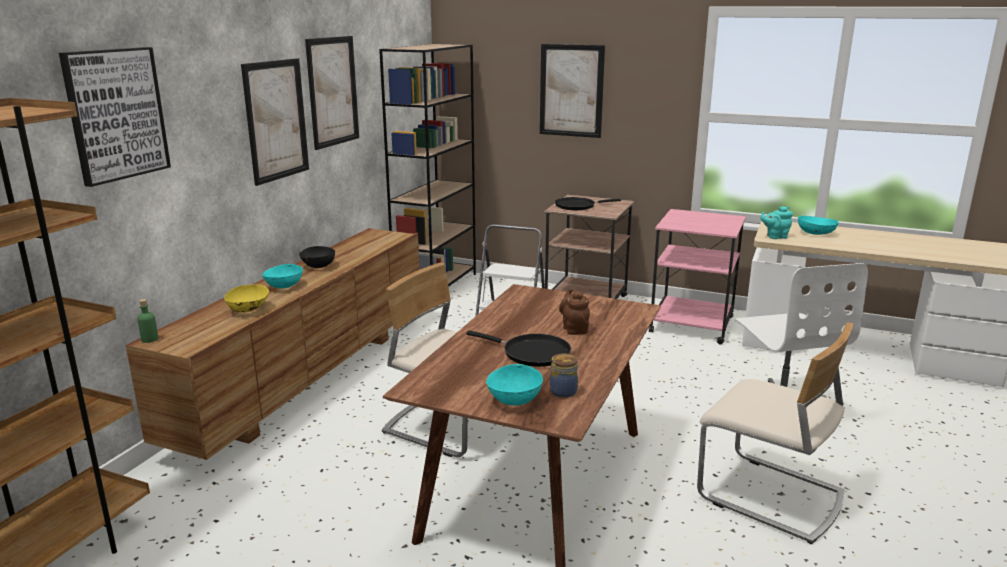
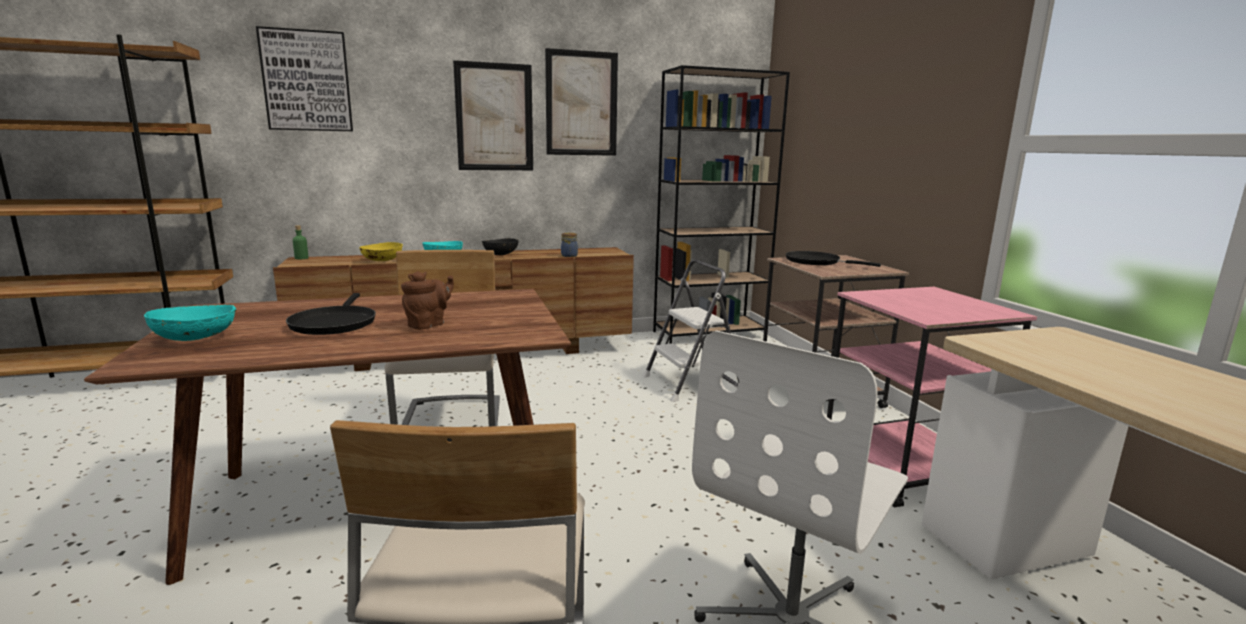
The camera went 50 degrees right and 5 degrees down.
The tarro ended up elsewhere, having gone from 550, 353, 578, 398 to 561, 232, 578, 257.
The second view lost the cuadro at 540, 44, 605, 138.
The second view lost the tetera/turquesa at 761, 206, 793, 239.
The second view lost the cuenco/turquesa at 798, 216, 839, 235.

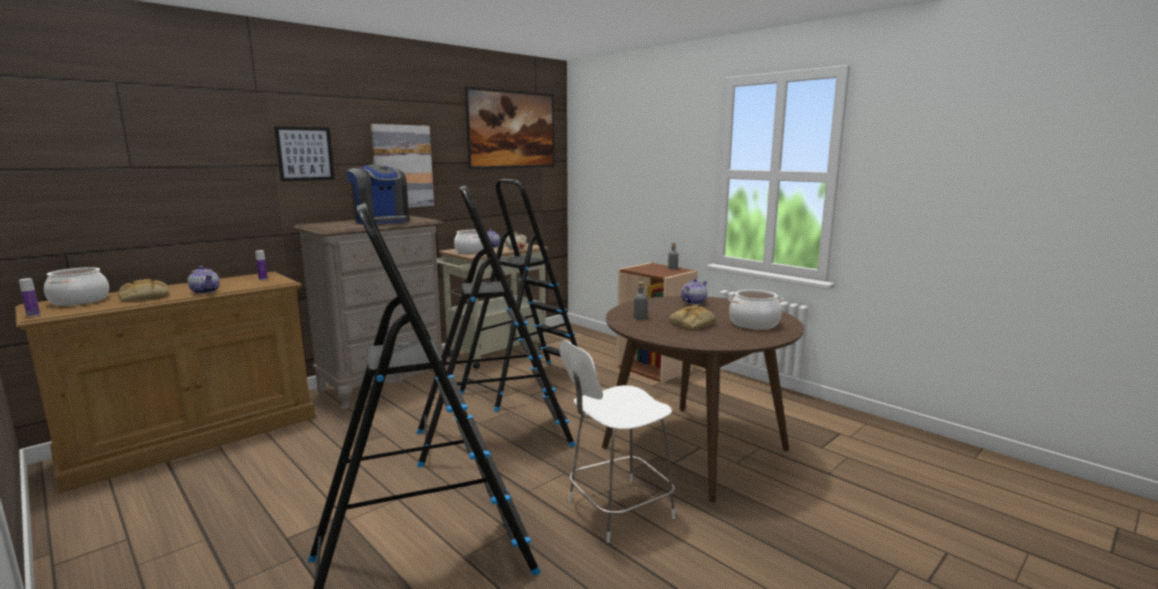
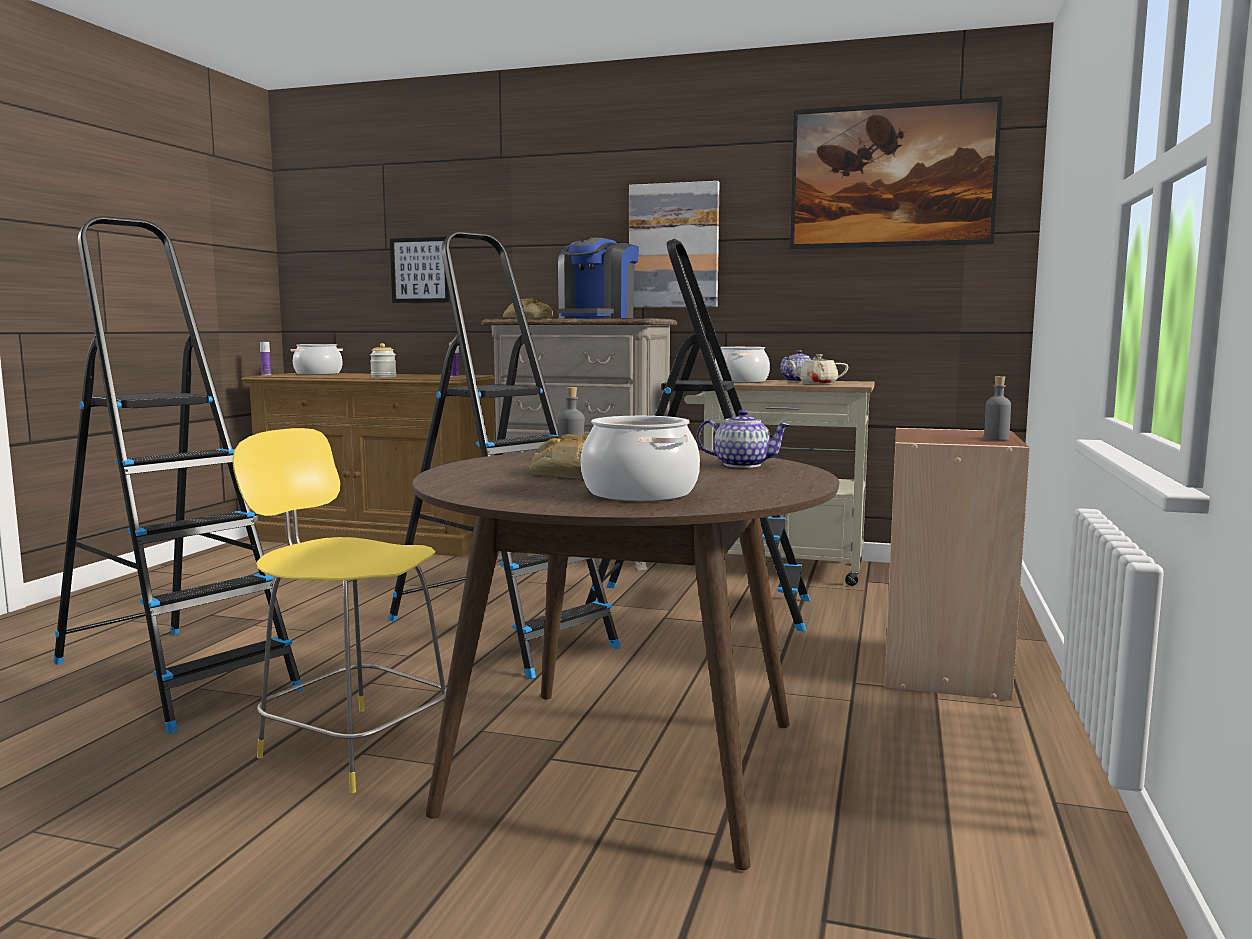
The camera went 60 degrees right and 5 degrees down.
What was the taburete/blanco at 559, 340, 675, 543 turned into the taburete/amarillo at 232, 428, 447, 793.
Where the tetera stood at 188, 266, 220, 294, the tarro came to stand at 370, 343, 396, 378.
The cuadro ended up elsewhere, having gone from 274, 126, 335, 181 to 390, 237, 450, 303.
The pan ended up elsewhere, having gone from 118, 279, 169, 302 to 503, 299, 553, 319.

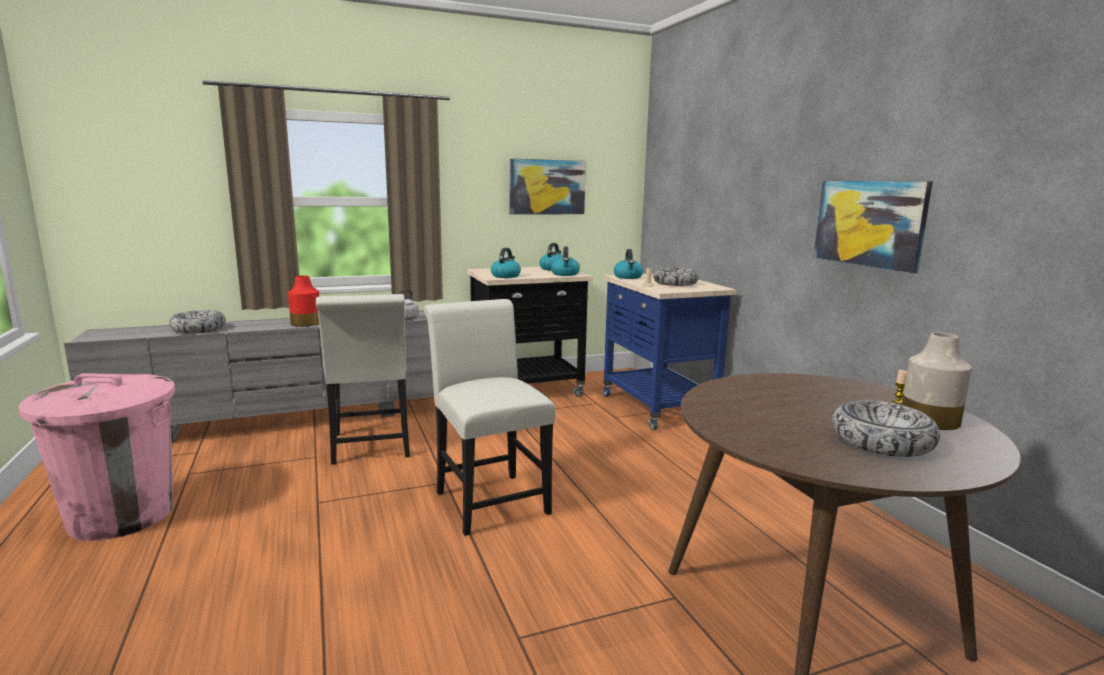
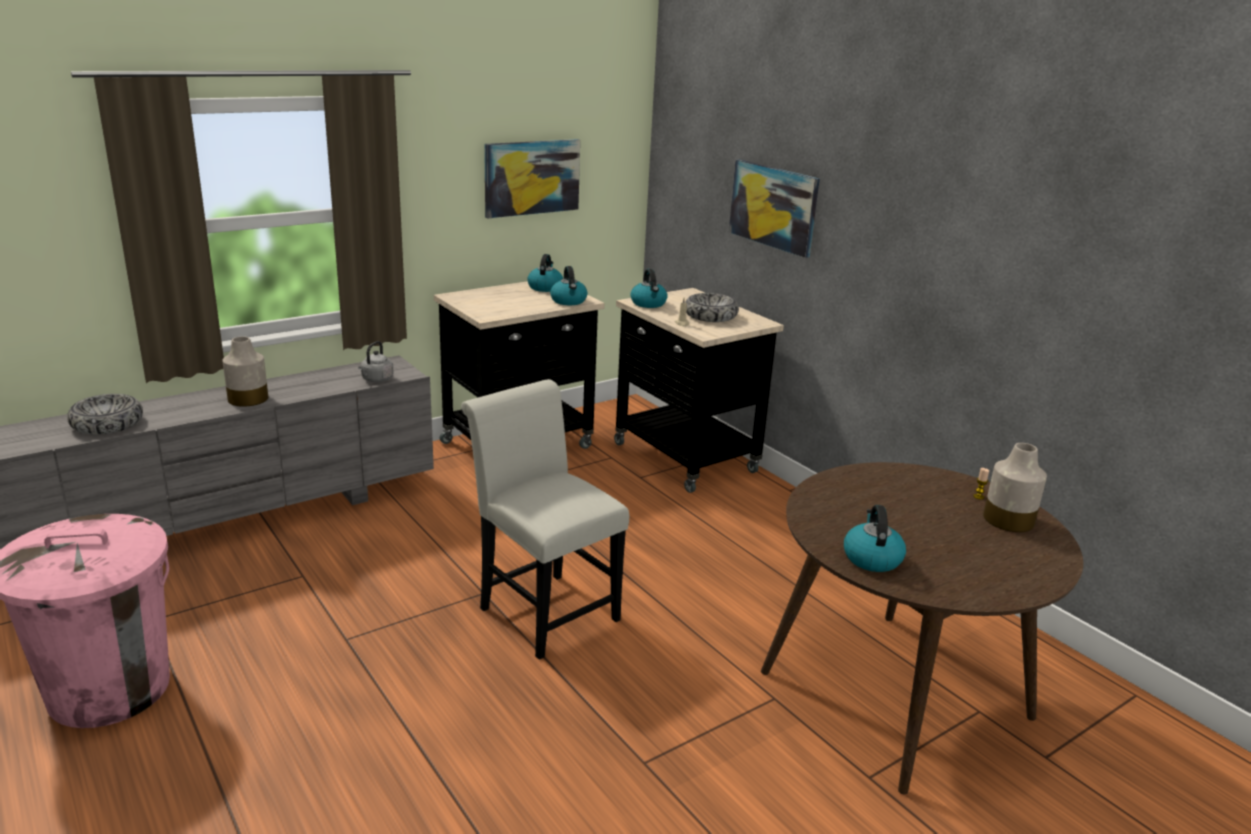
The camera went 15 degrees left and 10 degrees up.
What was the florero/rojo at 288, 276, 319, 327 turned into the florero/beis at 222, 336, 268, 407.
What was the carrito/azul at 603, 273, 737, 430 turned into the carrito/negro at 614, 288, 784, 493.
The cuadro ended up elsewhere, having gone from 813, 181, 933, 273 to 729, 159, 820, 258.
The hervidor ended up elsewhere, having gone from 491, 248, 521, 278 to 844, 505, 906, 572.
The second view lost the silla/blanco at 316, 294, 410, 465.
The second view lost the cuenco at 832, 400, 940, 457.

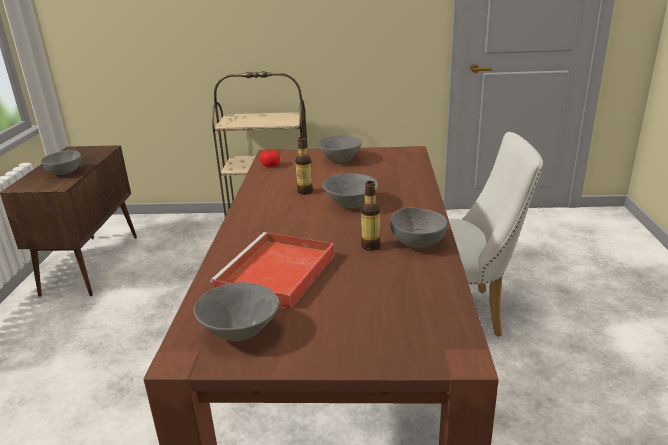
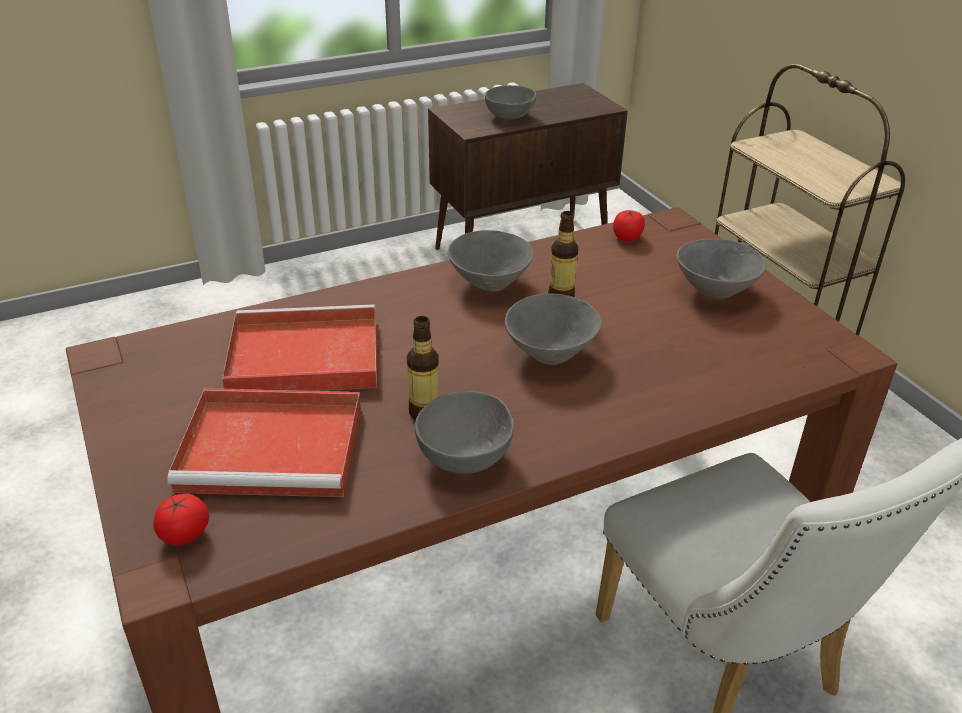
The camera went 60 degrees right and 10 degrees up.
The second view gained the tomate at 153, 493, 209, 545.
The second view gained the bandeja/rojo at 167, 388, 361, 497.
The cuenco/gris ended up elsewhere, having gone from 194, 282, 279, 342 to 448, 230, 533, 291.

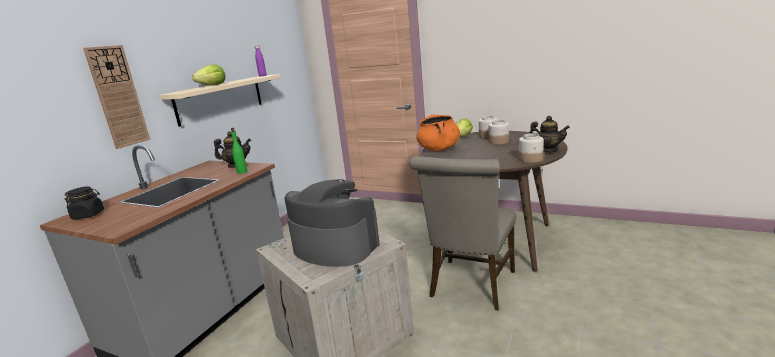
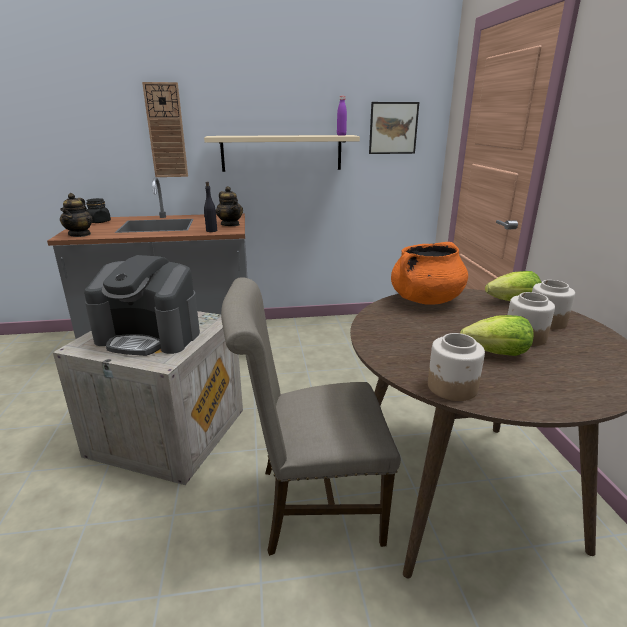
The camera went 55 degrees right and 5 degrees up.
The tetera ended up elsewhere, having gone from 530, 116, 570, 152 to 60, 193, 93, 237.
The cafetera at 285, 179, 380, 267 ended up facing another way, 105 degrees clockwise from before.
What was the botella/verde at 231, 128, 248, 174 turned into the botella/negro at 204, 182, 217, 232.
The second view gained the cuadro at 369, 102, 419, 154.
The lechuga ended up elsewhere, having gone from 192, 64, 225, 85 to 460, 315, 534, 356.

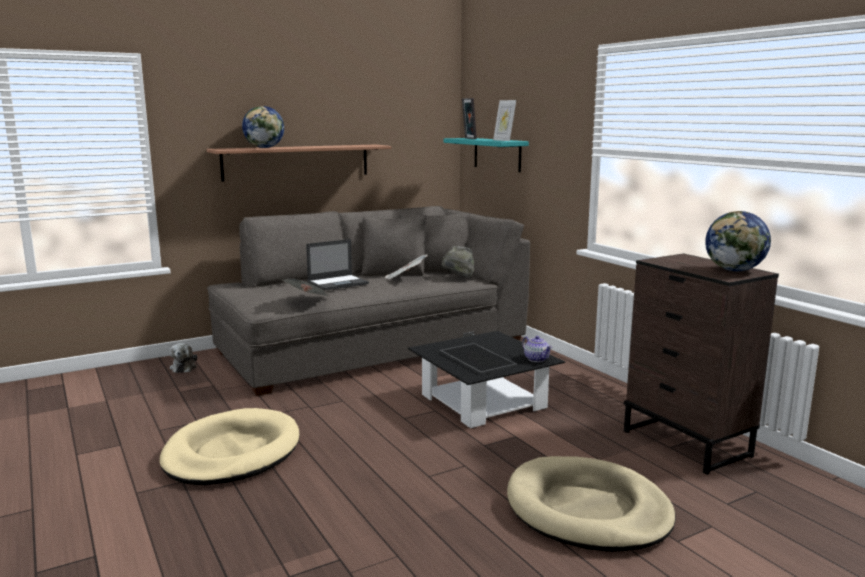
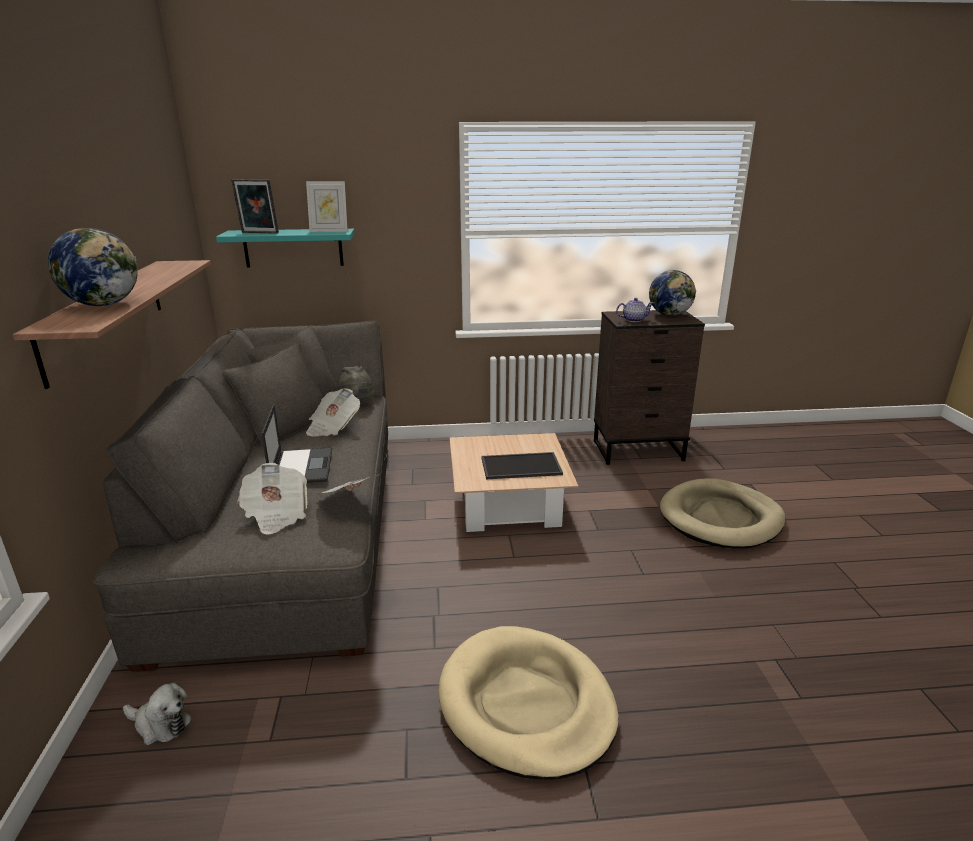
The camera went 65 degrees left and 10 degrees up.
The second view gained the periódico at 237, 463, 307, 535.
What was the mesa de centro/negro at 408, 331, 565, 428 turned into the mesa de centro/beis at 450, 433, 578, 532.
The tetera ended up elsewhere, having gone from 522, 336, 552, 362 to 616, 298, 653, 322.

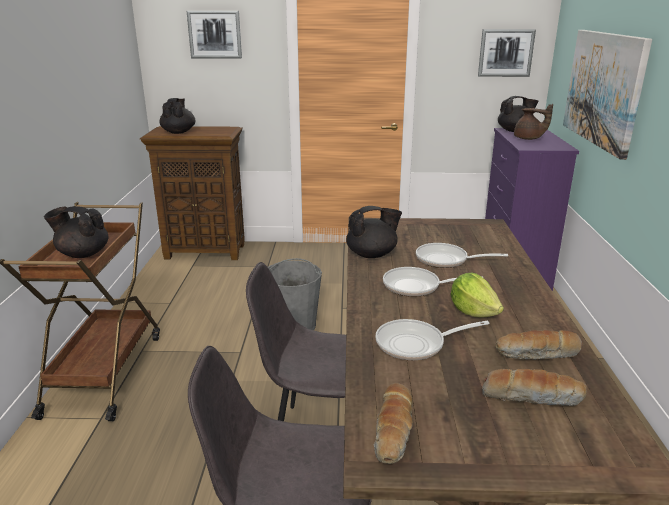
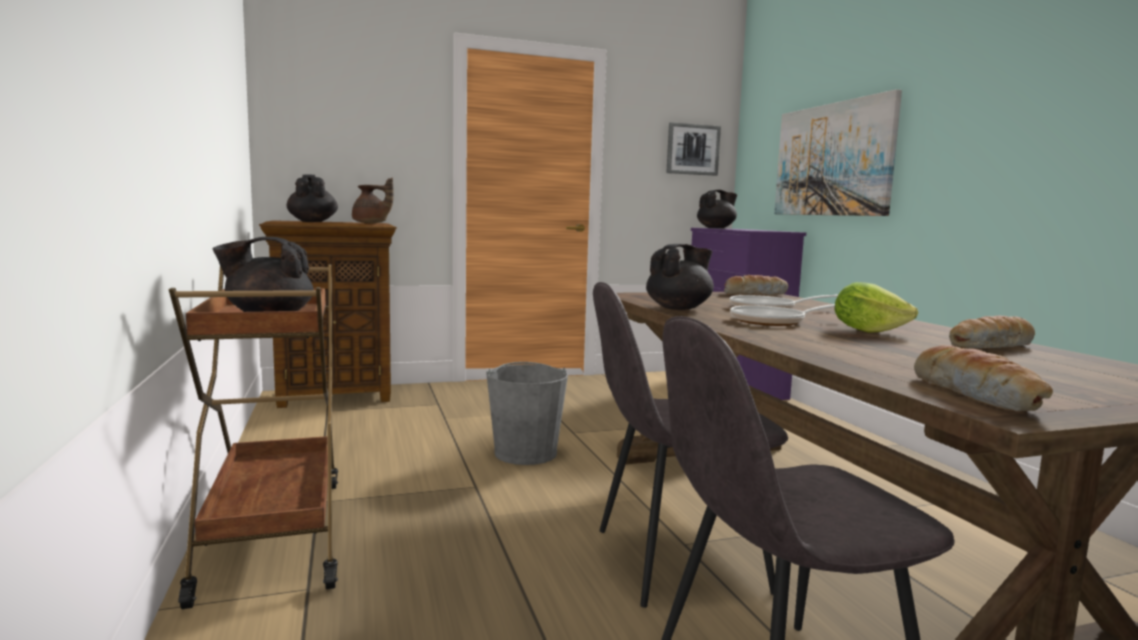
The camera went 20 degrees left and 15 degrees down.
The tetera/marrón ended up elsewhere, having gone from 514, 104, 553, 140 to 352, 178, 394, 223.
The pan ended up elsewhere, having gone from 482, 369, 587, 406 to 724, 275, 788, 295.
The second view lost the cuadro at 187, 11, 242, 59.
The second view lost the sartén at 376, 319, 489, 360.

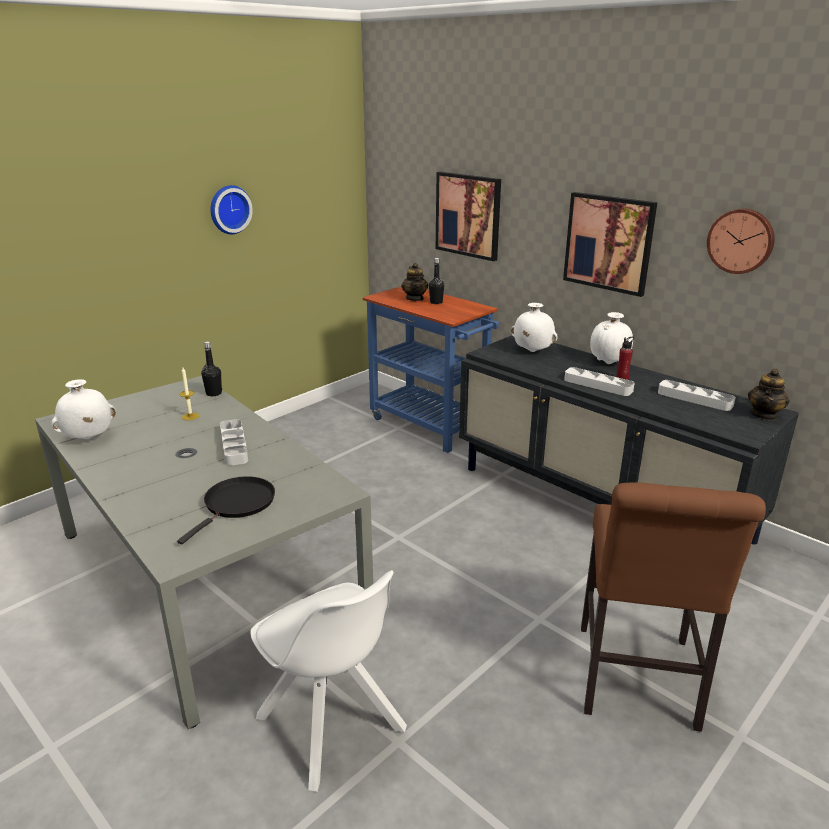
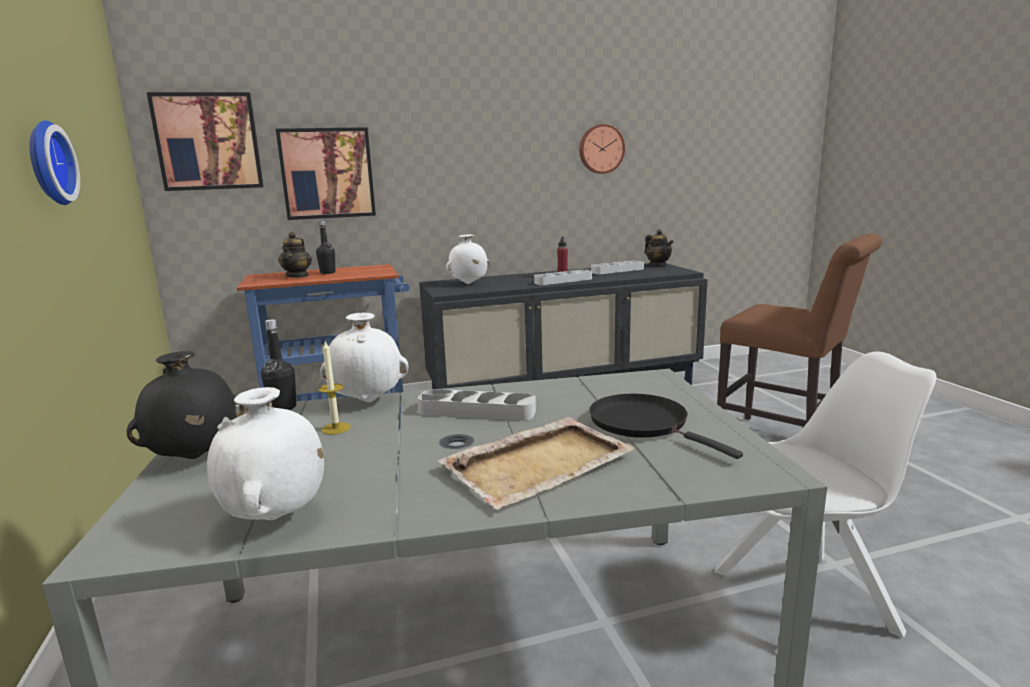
The camera went 60 degrees left and 10 degrees down.
The second view gained the florero/negro at 126, 351, 245, 459.
The cuadro ended up elsewhere, having gone from 563, 192, 657, 297 to 147, 92, 264, 191.
The tetera at 401, 263, 428, 301 ended up facing another way, 75 degrees clockwise from before.
The florero/blanco ended up elsewhere, having gone from 590, 312, 633, 364 to 320, 313, 409, 402.
The second view gained the bandeja/beis at 438, 417, 636, 509.

